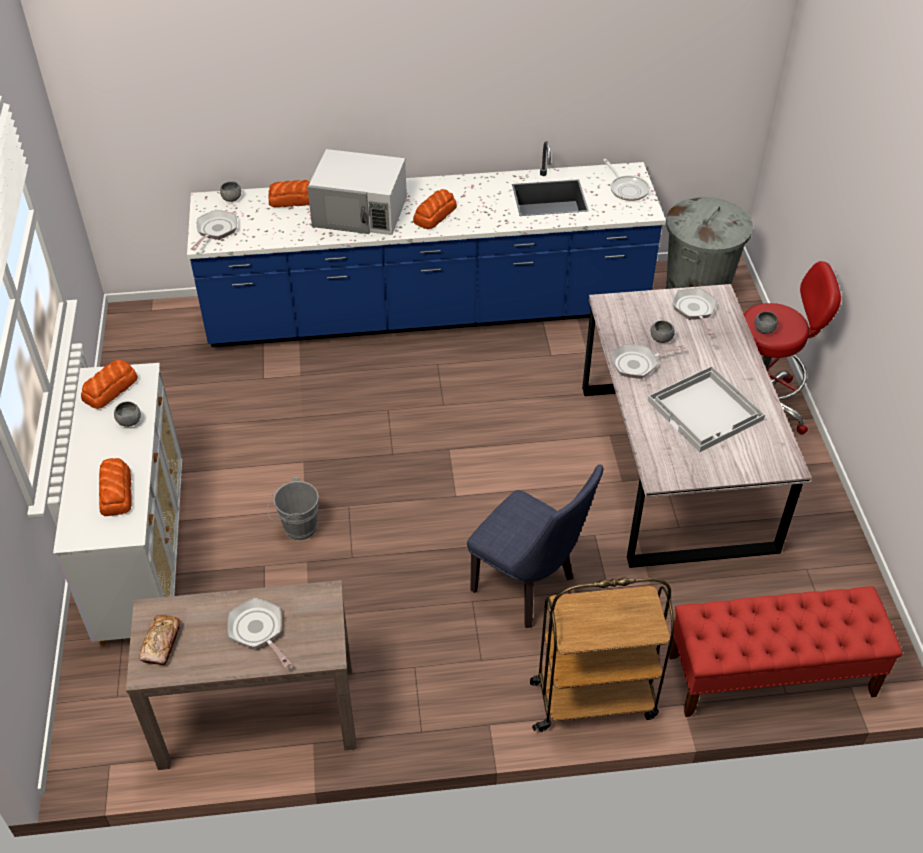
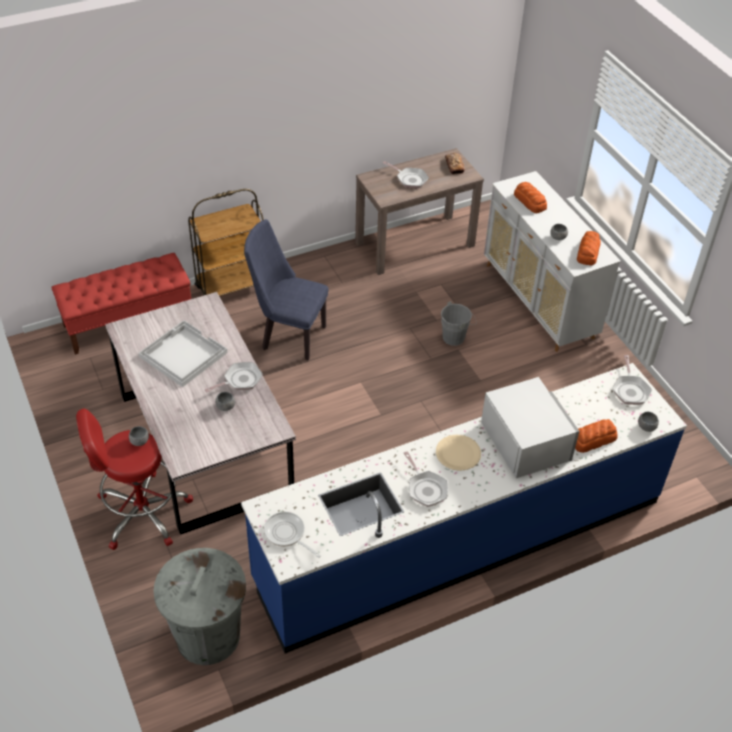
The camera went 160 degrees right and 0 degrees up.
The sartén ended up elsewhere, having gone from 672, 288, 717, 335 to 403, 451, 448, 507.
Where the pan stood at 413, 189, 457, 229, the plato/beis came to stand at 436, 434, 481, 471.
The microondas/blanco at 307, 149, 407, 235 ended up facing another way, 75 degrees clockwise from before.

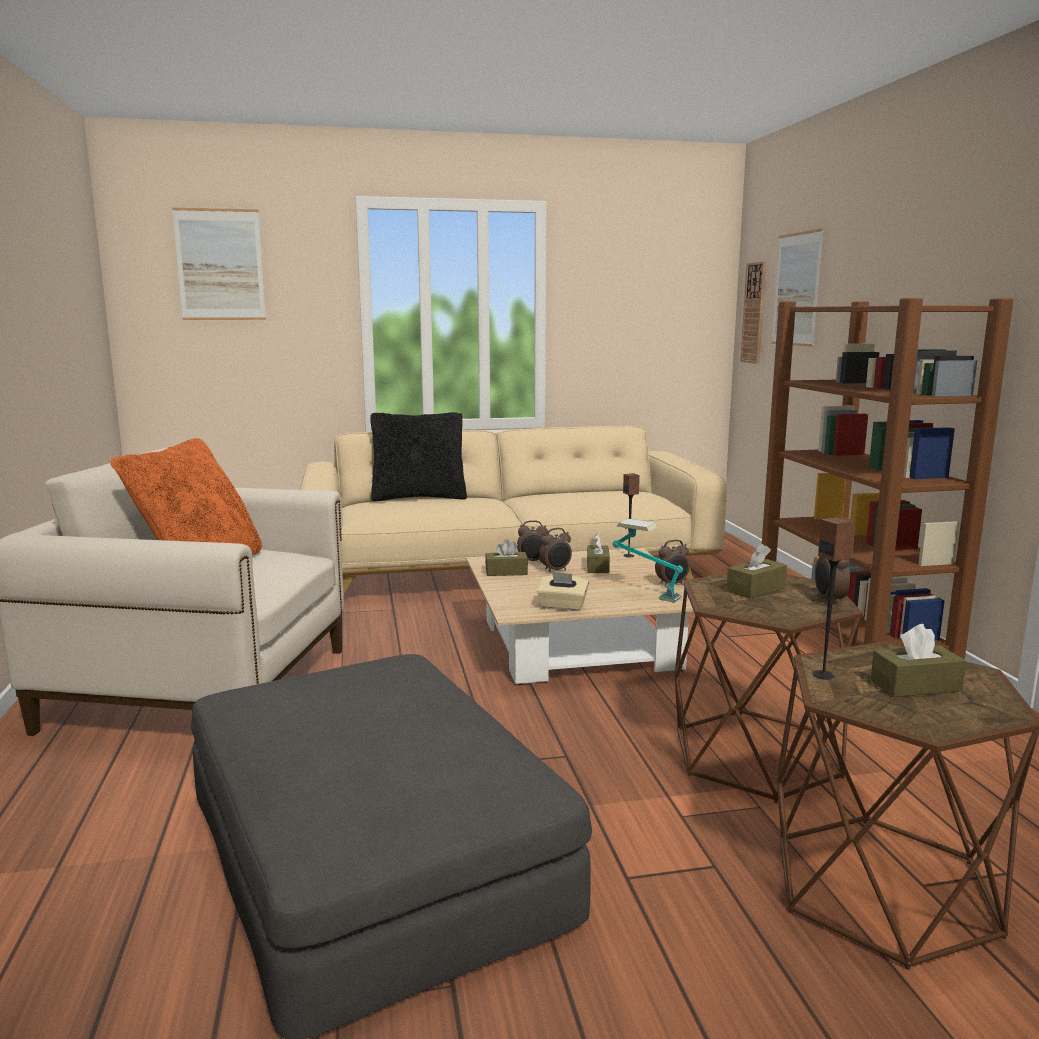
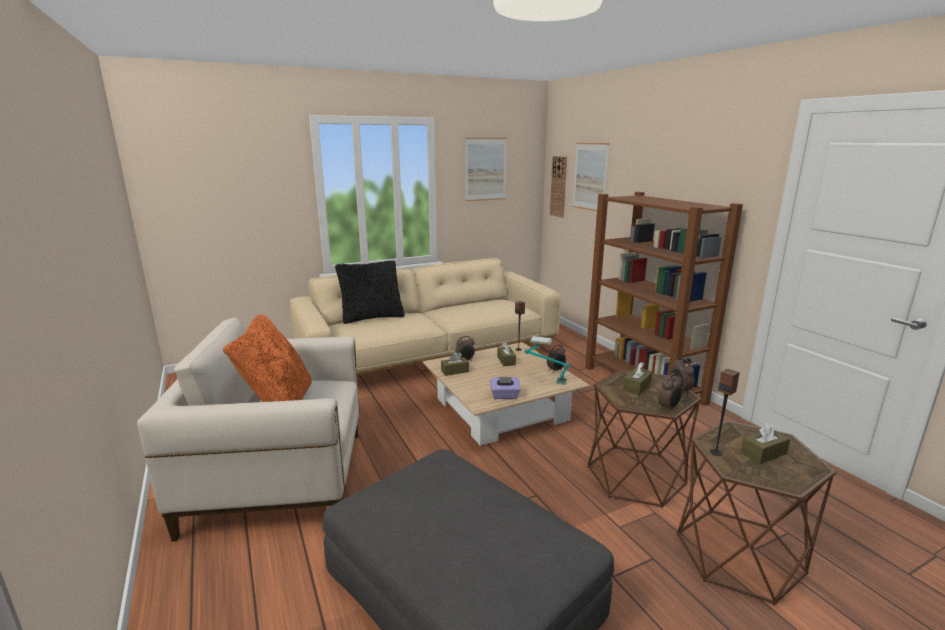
The camera went 15 degrees left and 5 degrees up.
The cuadro ended up elsewhere, having gone from 172, 208, 266, 320 to 465, 138, 507, 201.
What was the caja de pañuelos/beis at 537, 572, 589, 611 turned into the caja de pañuelos/morado at 490, 377, 521, 399.
The despertador ended up elsewhere, having gone from 539, 528, 572, 573 to 658, 373, 682, 412.

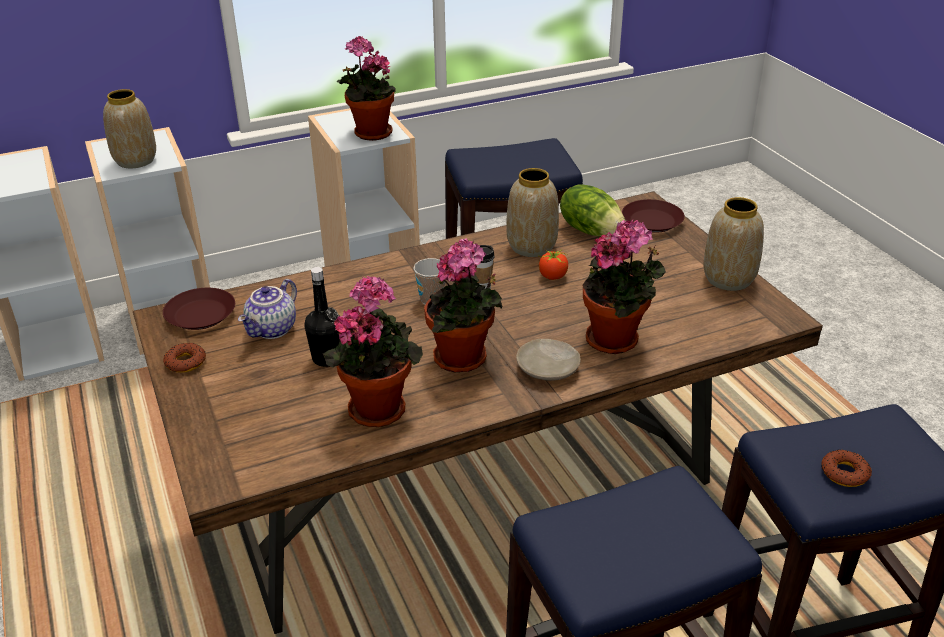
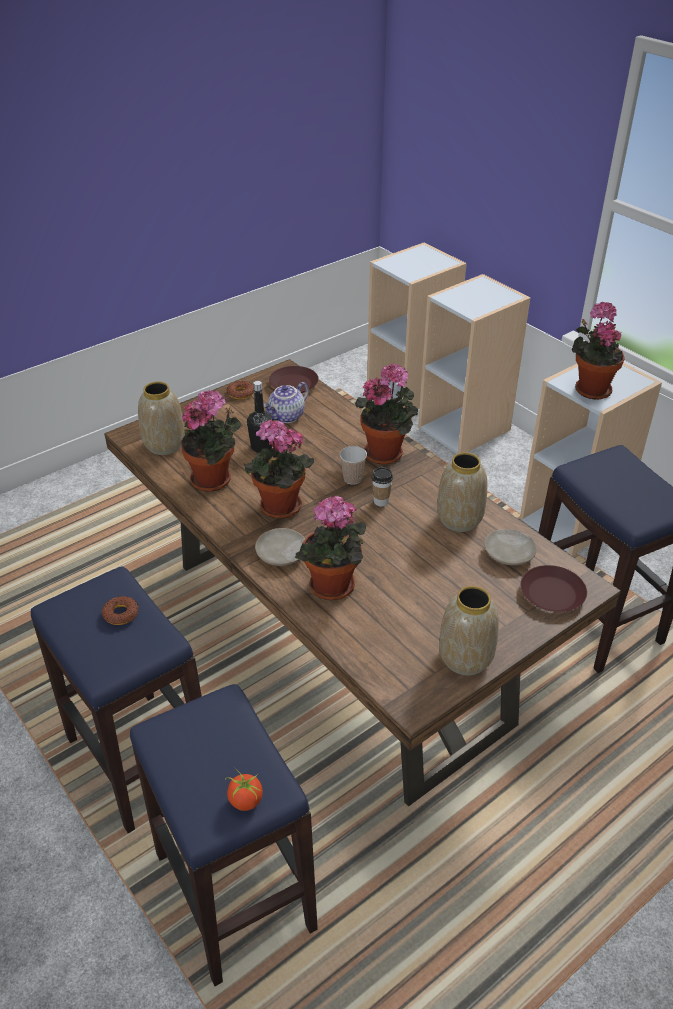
The camera went 75 degrees right and 5 degrees up.
The rosquilla ended up elsewhere, having gone from 821, 449, 872, 487 to 102, 596, 139, 625.
The florero ended up elsewhere, having gone from 103, 89, 156, 168 to 138, 381, 185, 455.
The tomate ended up elsewhere, having gone from 539, 249, 568, 280 to 225, 768, 263, 811.
The tetera at 238, 279, 297, 339 ended up facing another way, 60 degrees counterclockwise from before.
The second view gained the planta en maceta at 355, 363, 418, 464.
Where the lechuga stood at 560, 184, 626, 237, the plato/beis came to stand at 484, 529, 537, 566.

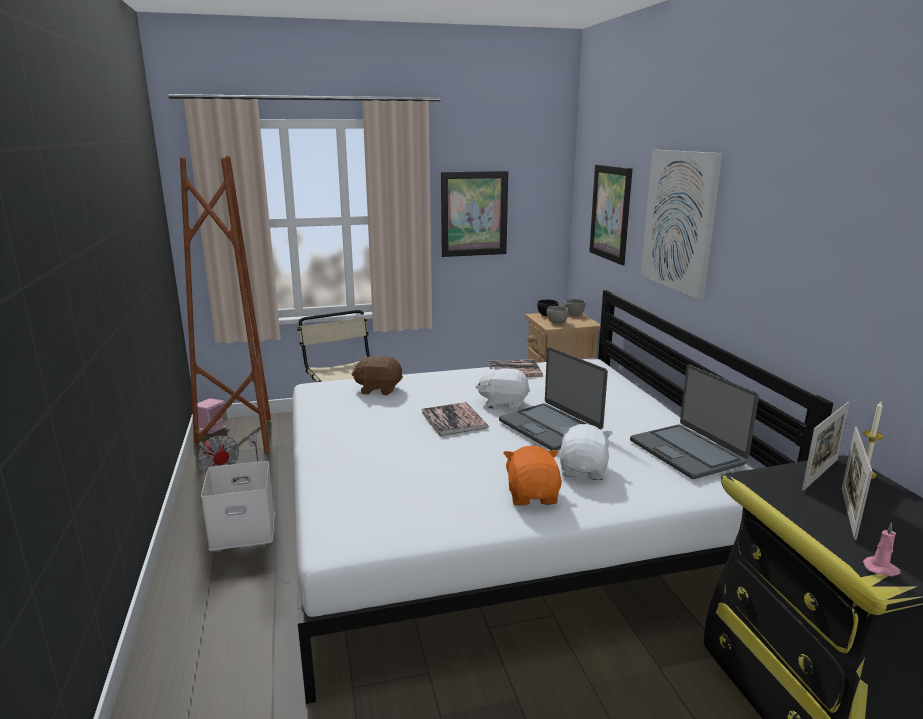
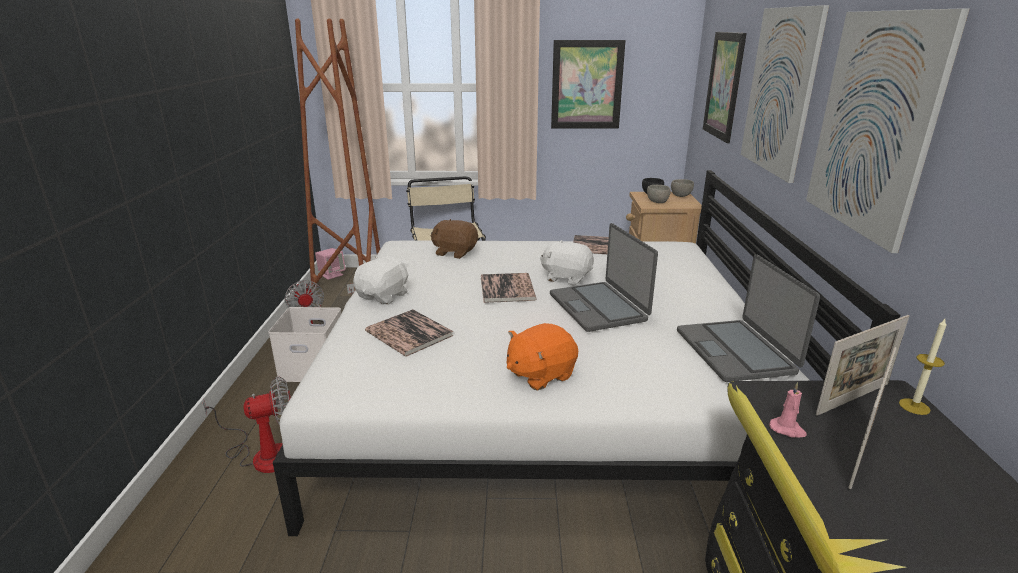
The camera went 15 degrees right and 5 degrees up.
The second view gained the ventilador at 203, 377, 291, 473.
The peluche/blanco ended up elsewhere, having gone from 559, 424, 613, 480 to 353, 256, 409, 304.
The second view gained the libro at 365, 309, 454, 357.
The peluche/naranja at 504, 446, 562, 506 ended up facing another way, 135 degrees counterclockwise from before.
The vela/rosa ended up elsewhere, having gone from 863, 523, 901, 576 to 769, 382, 807, 438.
The second view gained the cuadro at 806, 8, 969, 253.

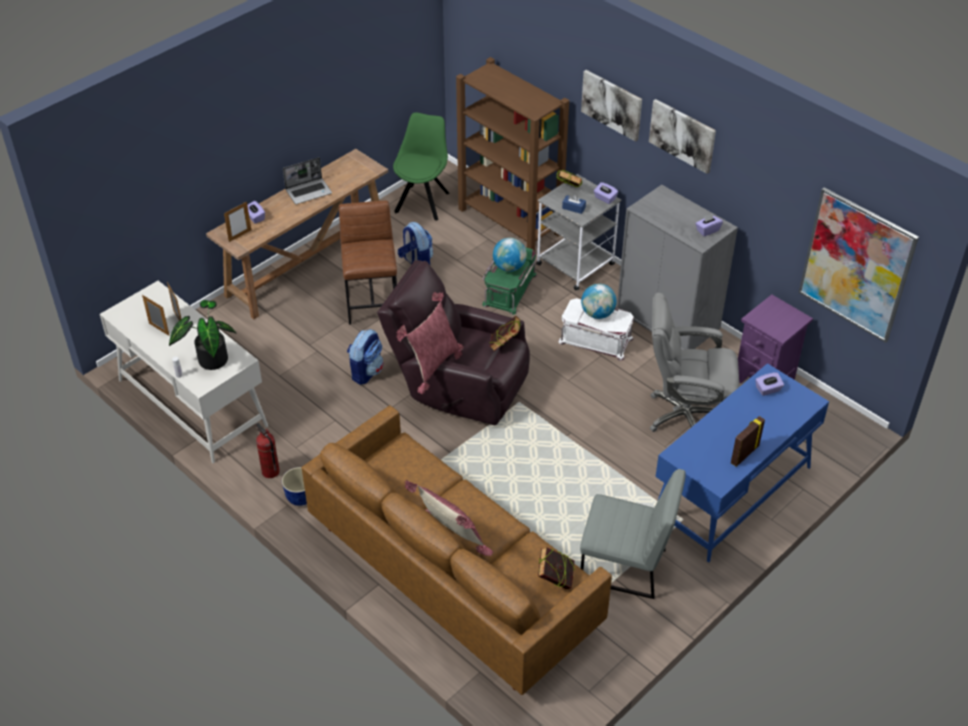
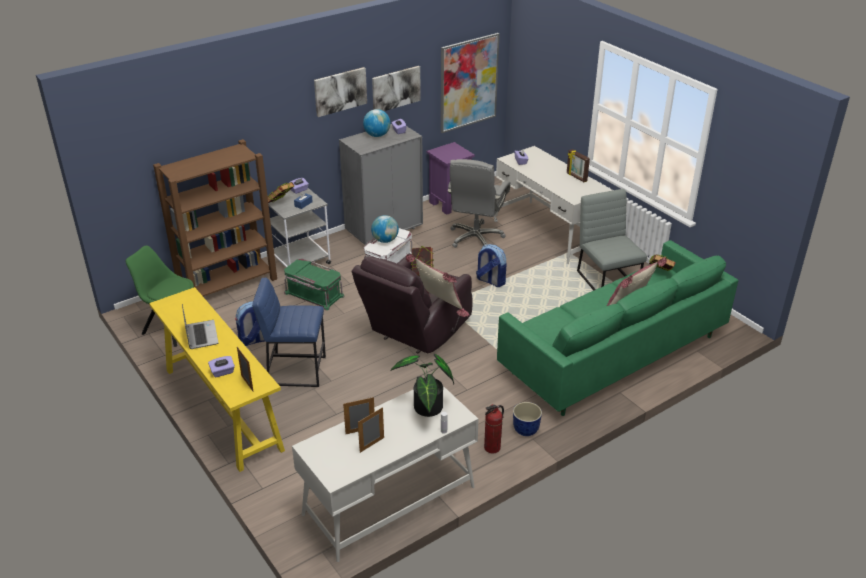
The camera went 80 degrees left and 10 degrees down.
What was the mesa consola/marrón at 206, 149, 388, 319 turned into the mesa consola/amarillo at 149, 287, 285, 472.
What was the silla/marrón at 339, 201, 397, 325 turned into the silla/azul at 252, 278, 326, 387.
The globo terráqueo ended up elsewhere, having gone from 493, 238, 527, 272 to 363, 109, 390, 137.
The cuadro ended up elsewhere, having gone from 581, 70, 642, 142 to 372, 66, 421, 111.
The mochila ended up elsewhere, having gone from 347, 329, 383, 385 to 476, 244, 506, 287.
What was the escritorio/azul at 655, 363, 829, 562 turned into the escritorio/blanco at 495, 146, 613, 264.
What was the sofá/marrón at 302, 405, 612, 695 turned into the sofá/verde at 497, 240, 739, 416.
The silla/gris at 580, 469, 685, 599 ended up facing another way, 45 degrees counterclockwise from before.

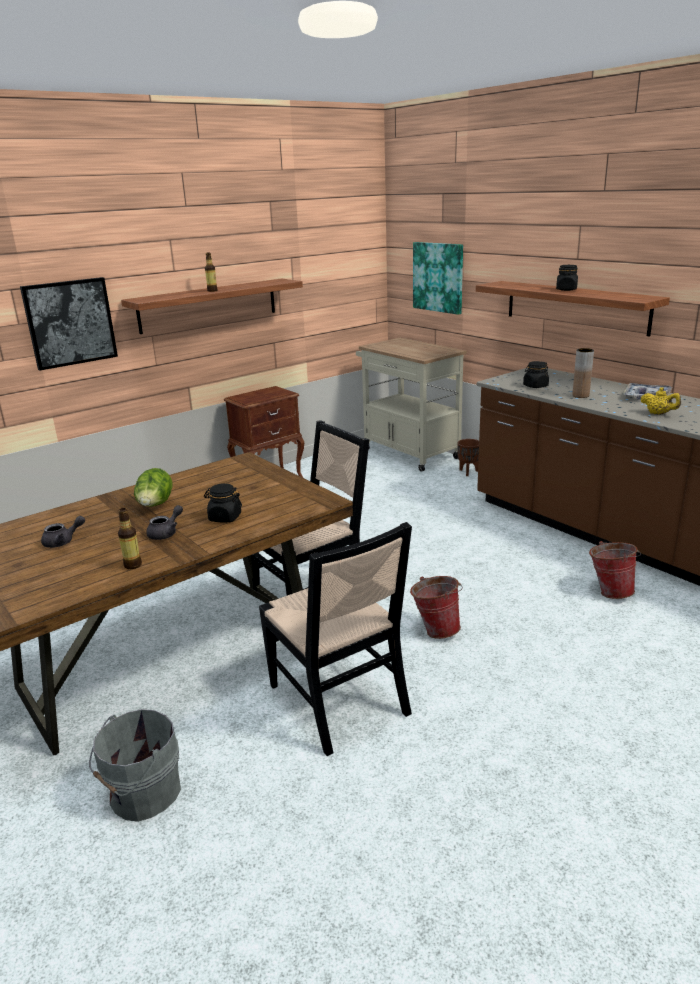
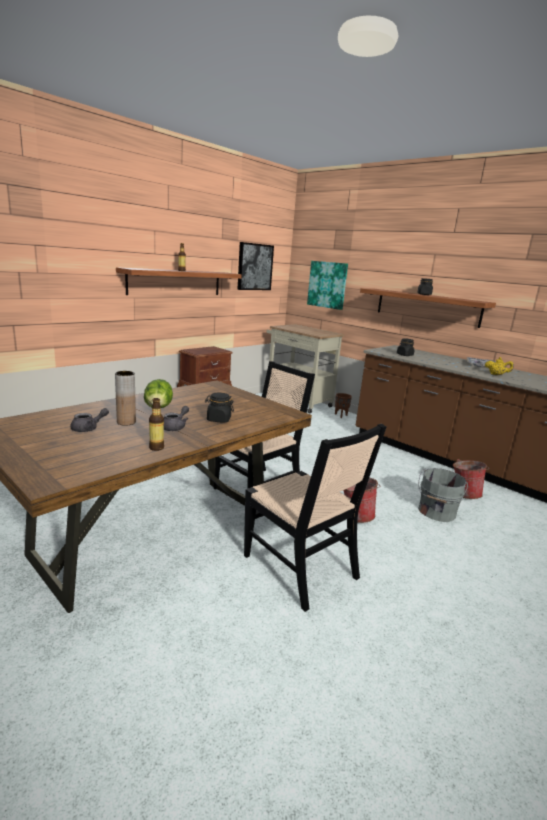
The camera went 10 degrees left and 5 degrees down.
The florero/marrón ended up elsewhere, having gone from 572, 348, 594, 398 to 115, 371, 136, 426.
The cuadro ended up elsewhere, having gone from 20, 277, 118, 370 to 237, 242, 274, 290.
The cubo/gris ended up elsewhere, having gone from 89, 709, 181, 822 to 418, 468, 468, 522.

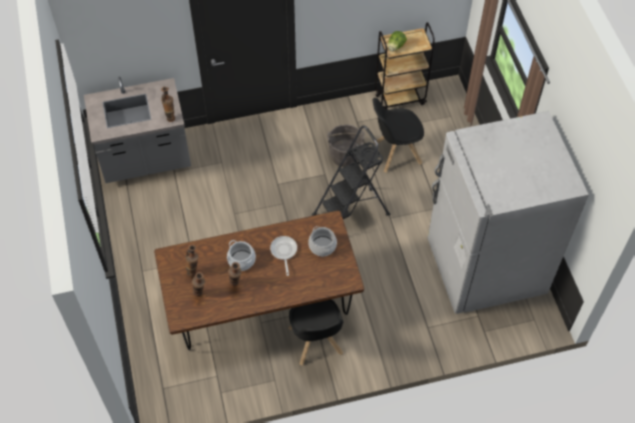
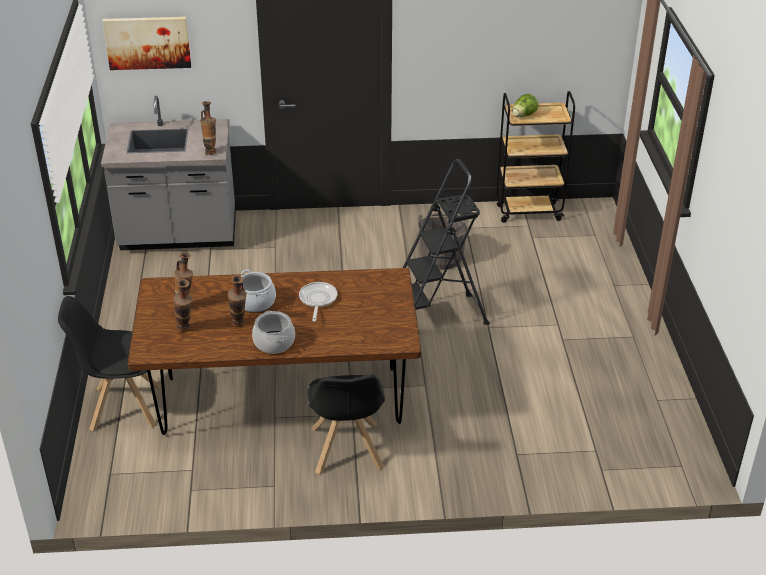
The camera went 10 degrees right and 20 degrees down.
The silla/negro ended up elsewhere, having gone from 373, 98, 424, 173 to 58, 296, 161, 431.
The second view gained the cuadro at 102, 17, 191, 70.
The olla ended up elsewhere, having gone from 308, 226, 337, 256 to 252, 311, 295, 354.
The second view lost the nevera/blanco at 427, 111, 589, 314.

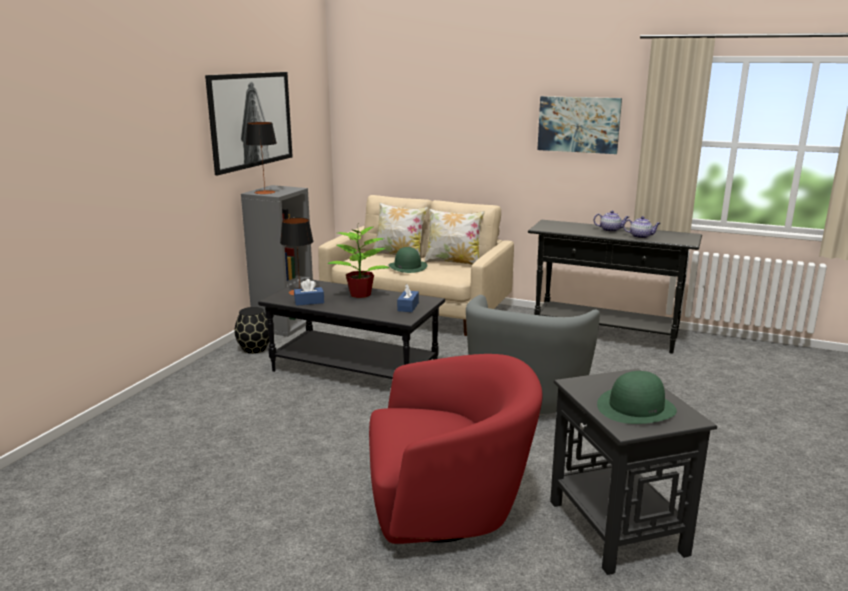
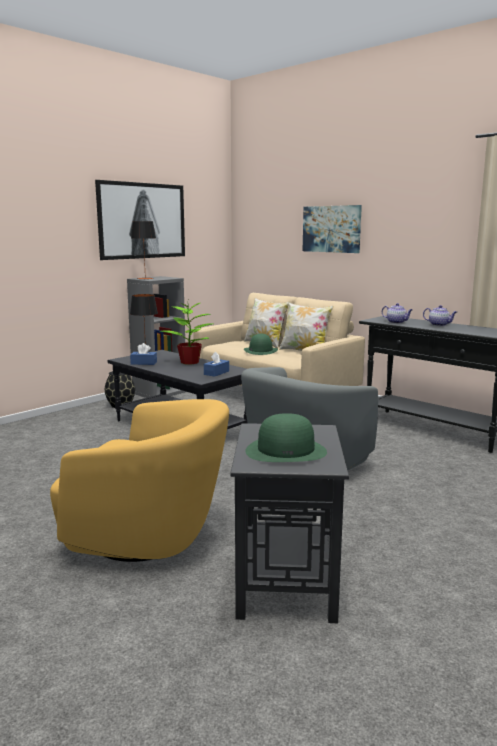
The camera went 20 degrees right and 5 degrees down.
What was the sillón/rojo at 369, 354, 543, 544 turned into the sillón/amarillo at 50, 399, 229, 562.
The cuadro ended up elsewhere, having gone from 537, 96, 622, 154 to 303, 205, 362, 253.
The tetera ended up elsewhere, having gone from 623, 216, 661, 239 to 382, 303, 413, 324.

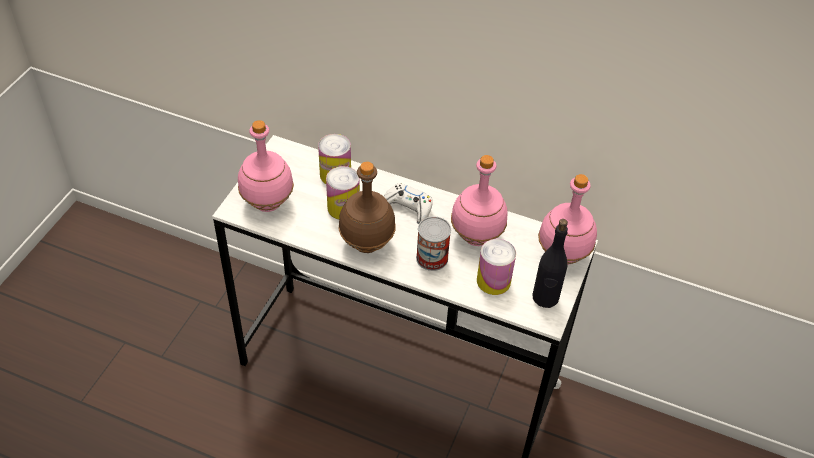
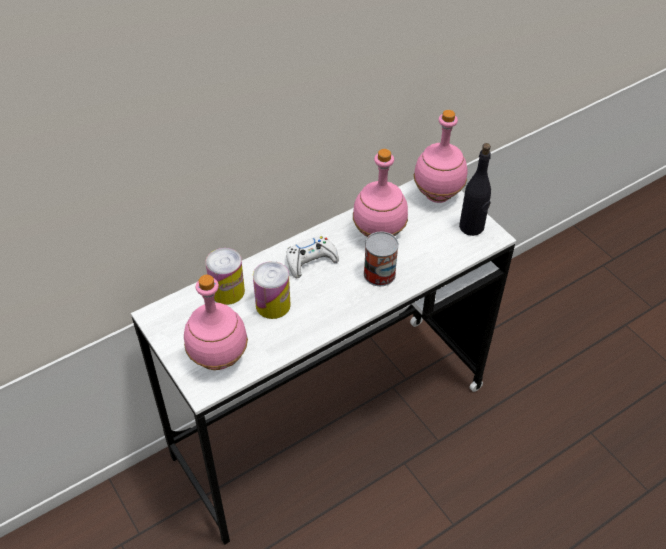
The camera went 55 degrees left and 0 degrees up.
The second view lost the botella/marrón at 339, 162, 396, 253.
The second view lost the lata at 477, 239, 516, 295.

